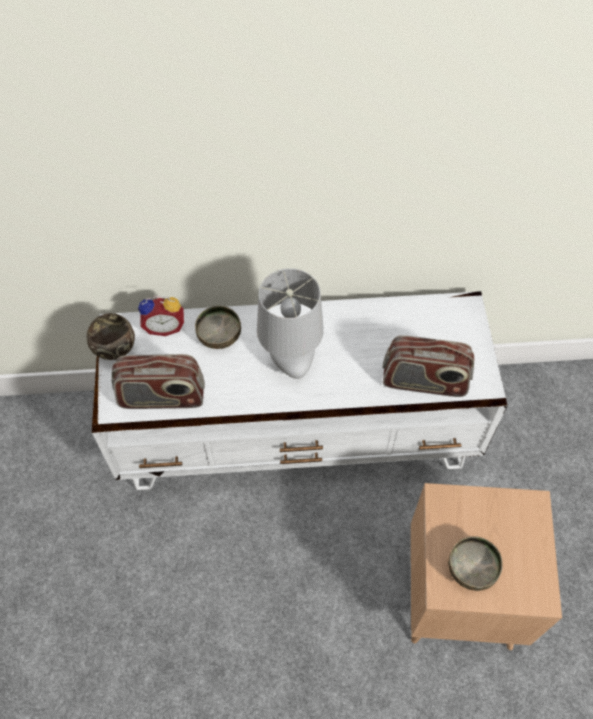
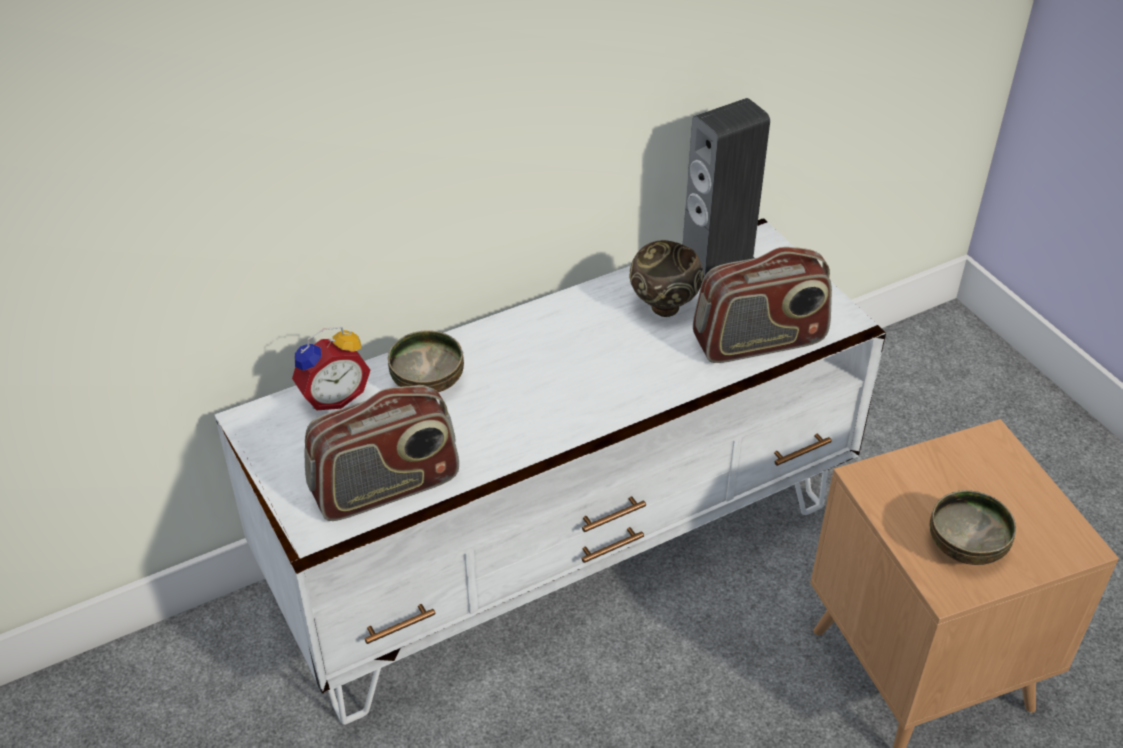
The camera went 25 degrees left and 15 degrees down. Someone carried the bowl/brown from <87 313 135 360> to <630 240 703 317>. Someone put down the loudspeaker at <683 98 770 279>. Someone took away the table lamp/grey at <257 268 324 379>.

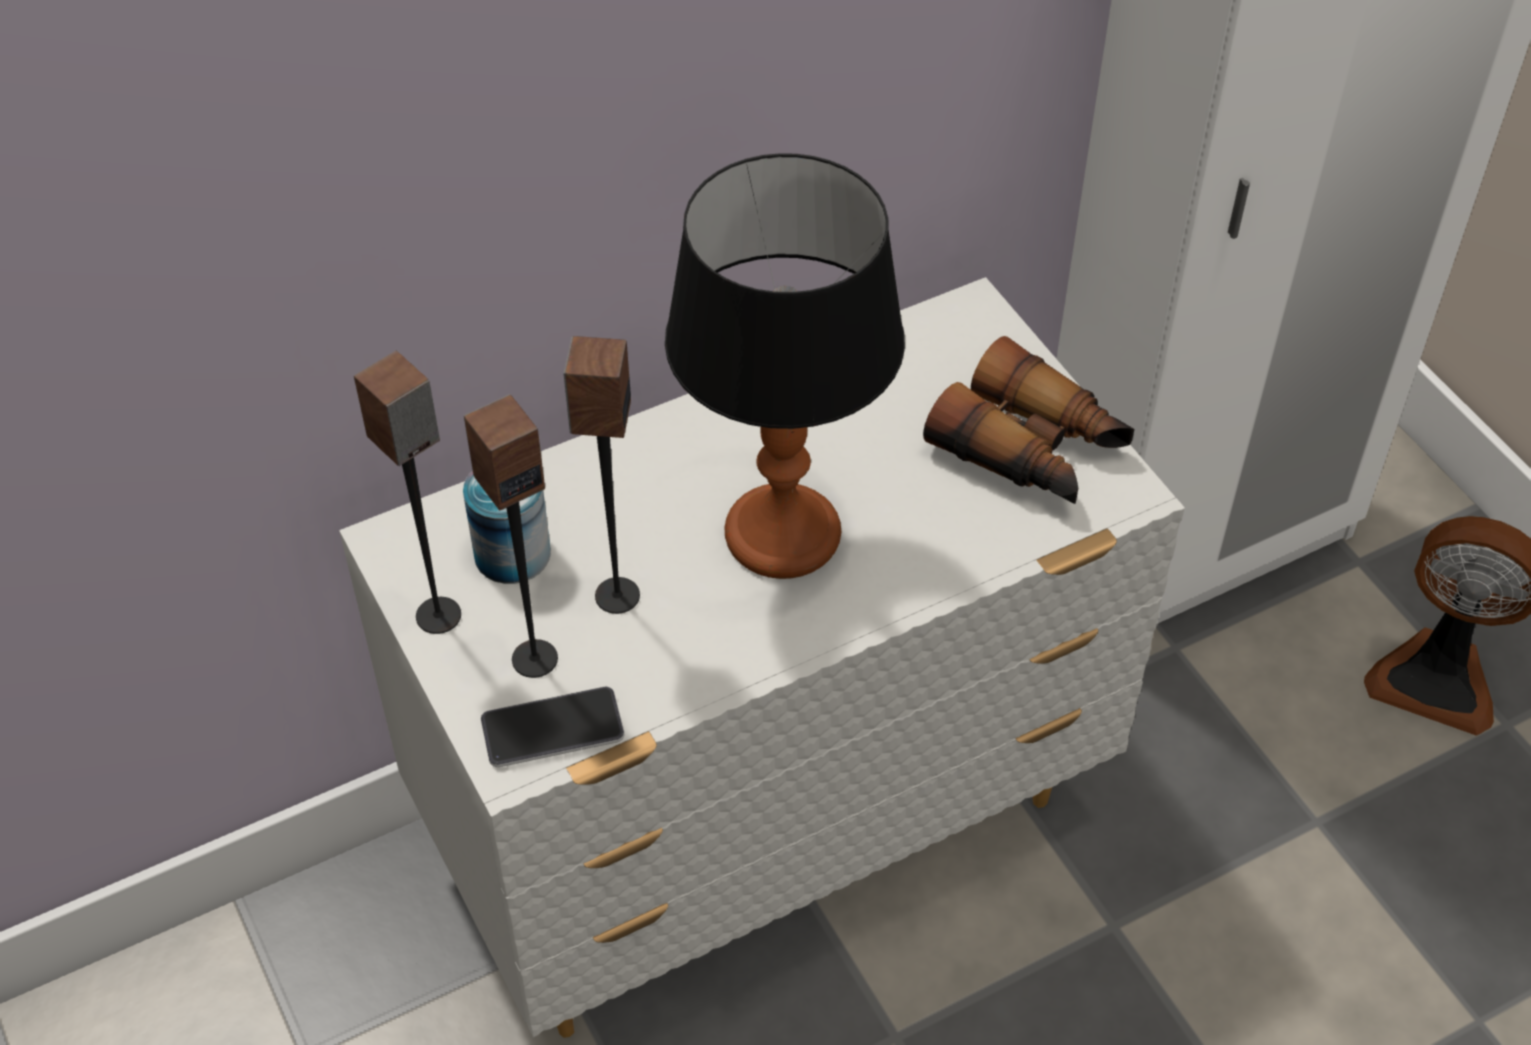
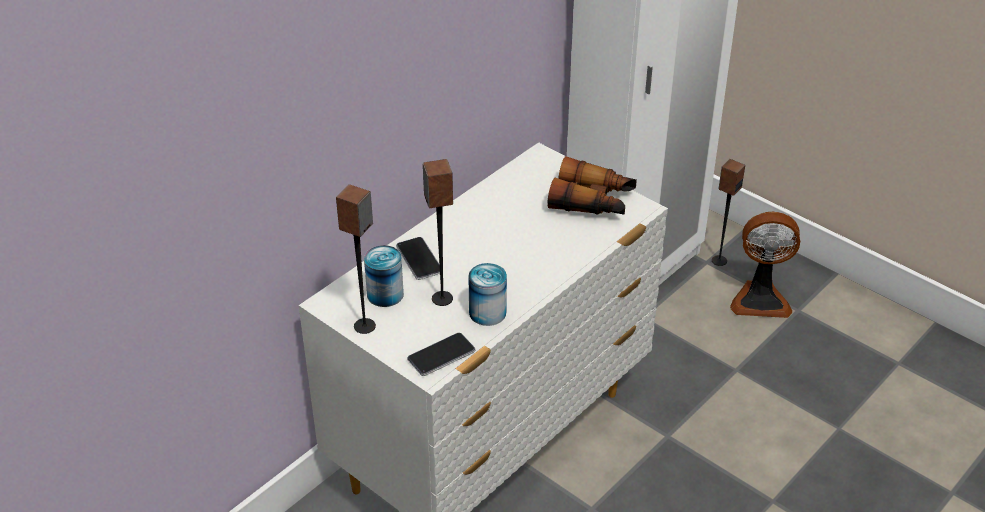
The camera went 20 degrees left and 10 degrees down. Someone put down the phone at <396 237 440 280>. Someone put down the sealed can at <468 263 507 326>. Someone carried the loudspeaker from <464 394 558 678> to <712 159 745 266>. Someone took away the table lamp at <665 153 905 579>.

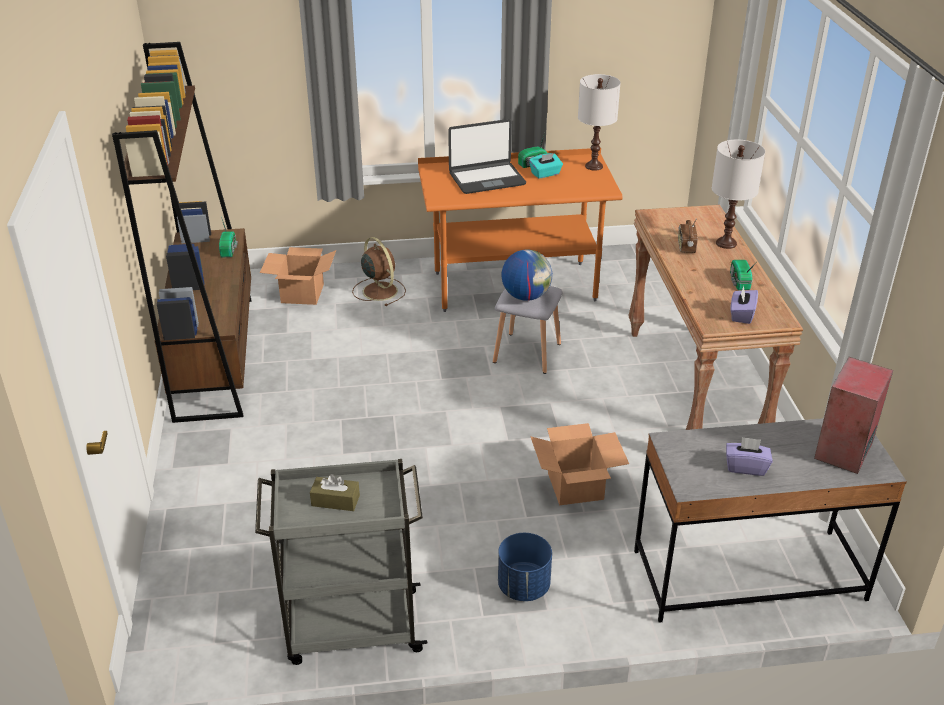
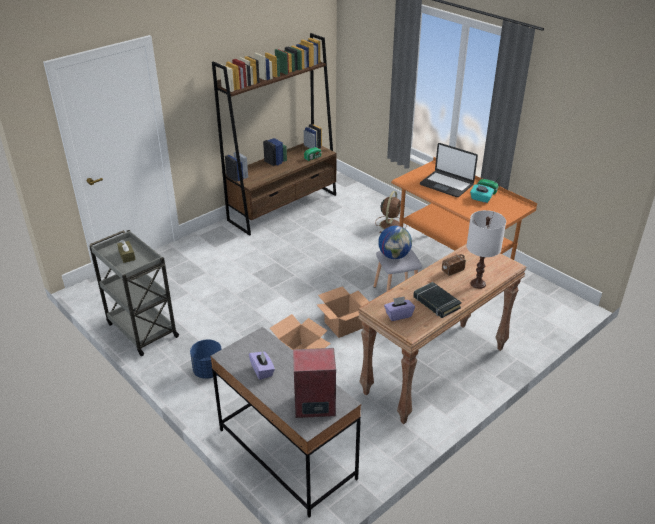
The camera went 55 degrees right and 0 degrees up. Someone carried the cardboard box from <260 247 336 305> to <317 286 369 338>. Someone swapped the radio receiver at <730 260 756 290> for the bound book/black at <413 282 462 318>. Someone took away the table lamp/white at <578 74 621 170>.

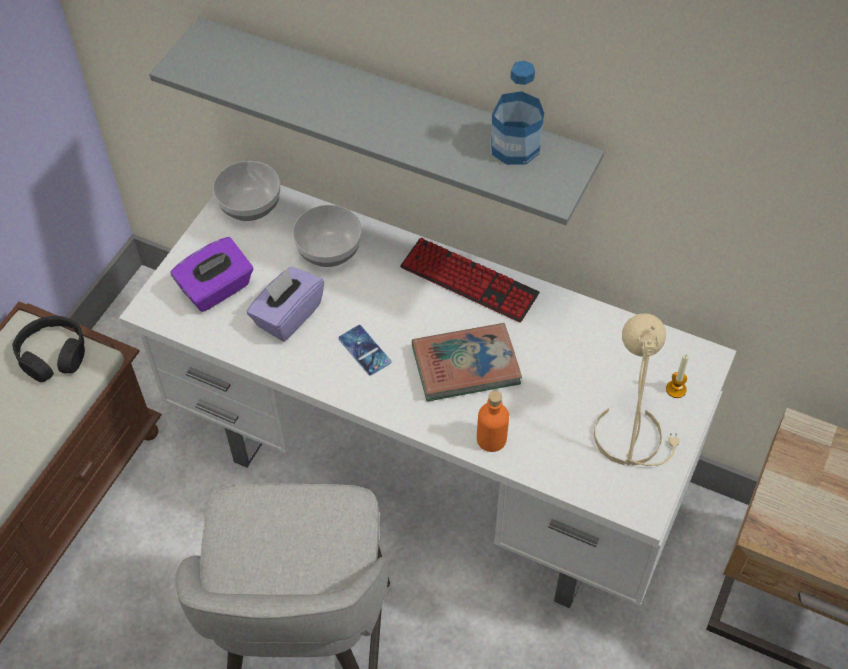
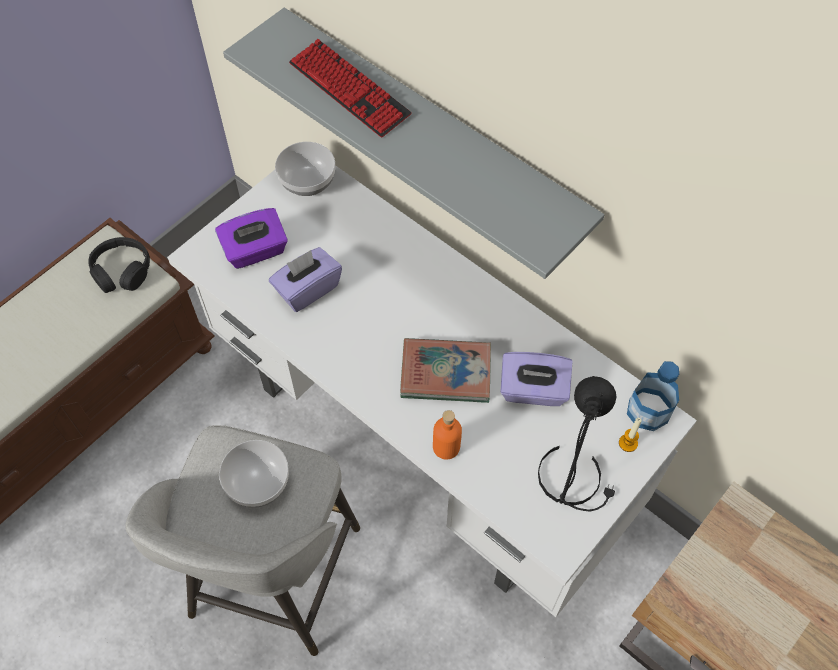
The camera went 15 degrees right and 5 degrees up. Someone carried the bowl from <293 205 362 267> to <219 440 289 508>. Someone carried the keyboard from <400 238 540 323> to <289 39 412 137>. Someone put down the tissue box/purple-coloured at <500 352 572 406>. Someone repainted the table lamp/sand-coloured at <594 313 680 466>, which became the table lamp/black at <538 376 616 512>. Someone carried the beverage bottle from <491 61 544 165> to <627 361 679 431>. Someone took away the phone at <338 325 391 376>.

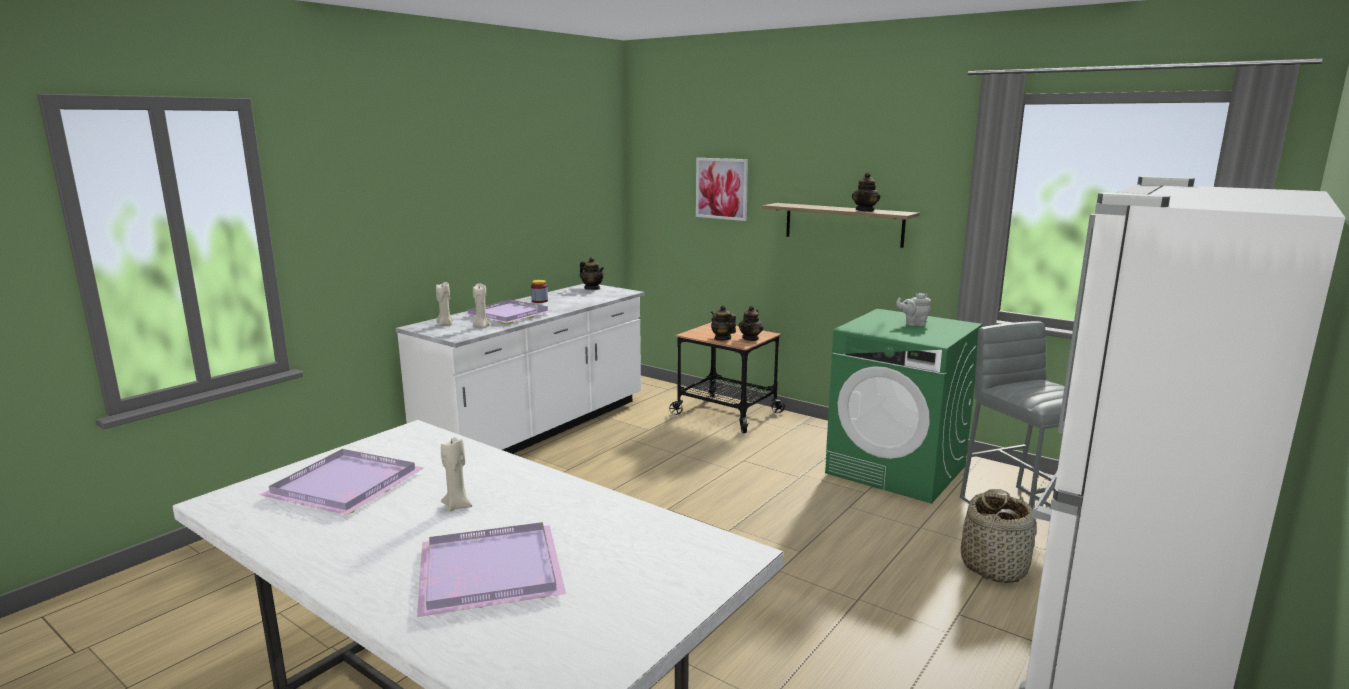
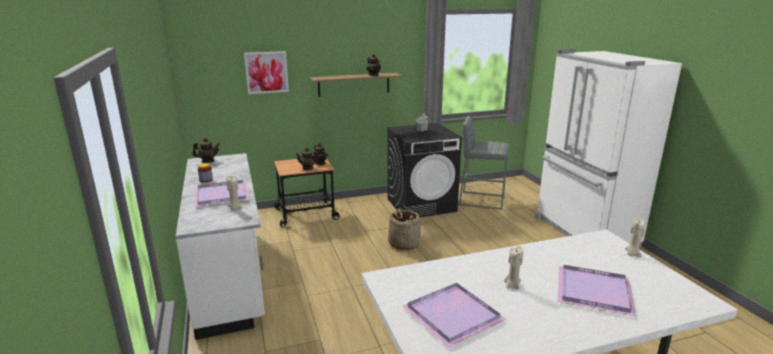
The camera went 55 degrees left and 5 degrees up. Someone repainted the laundry machine/green at <825 309 983 504>, which became the laundry machine/black at <387 123 462 217>. Someone carried the household basket from <961 489 1036 583> to <388 208 421 250>. Someone carried the wax candle/sand-coloured from <436 282 453 326> to <625 218 646 257>.

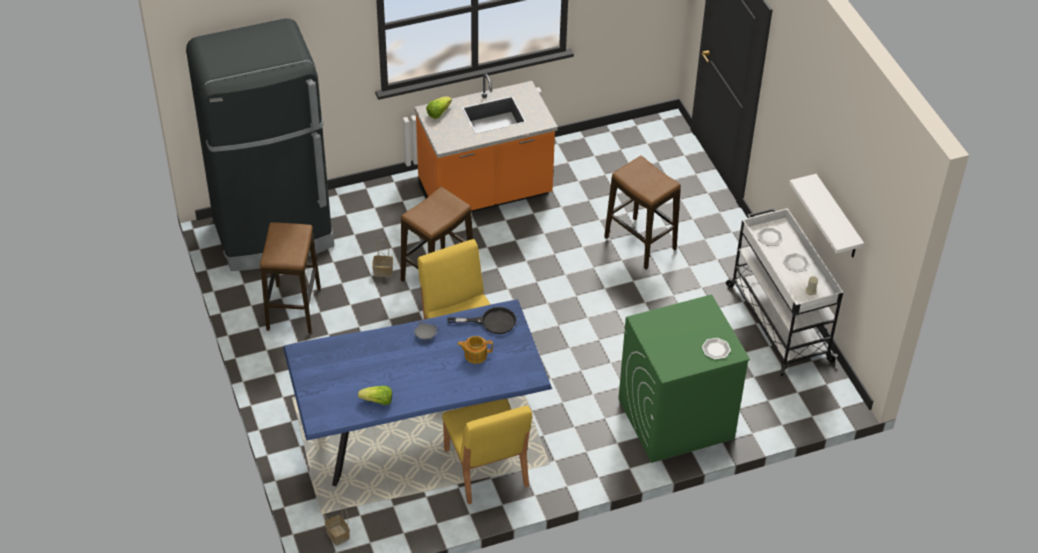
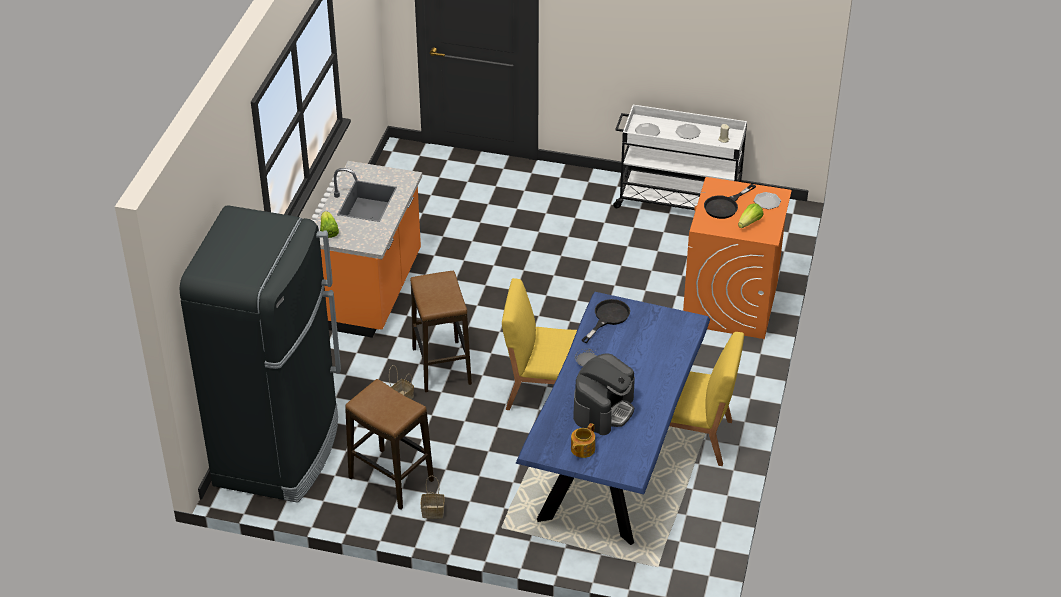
The camera went 55 degrees left and 5 degrees down. Someone carried the household basket from <324 505 350 546> to <421 476 444 519>. Someone carried the tea pot from <457 336 493 364> to <571 423 595 458>. Someone put down the coffee machine at <573 354 635 435>. Someone repainted the laundry machine/green at <619 294 750 463>, which became the laundry machine/orange at <683 177 792 339>. Someone put down the skillet/black at <704 184 756 219>. Someone carried the lettuce head from <358 386 392 405> to <738 203 764 228>. Someone took away the stool seat at <604 156 681 269>. Someone took away the shelf/white at <789 174 864 257>.

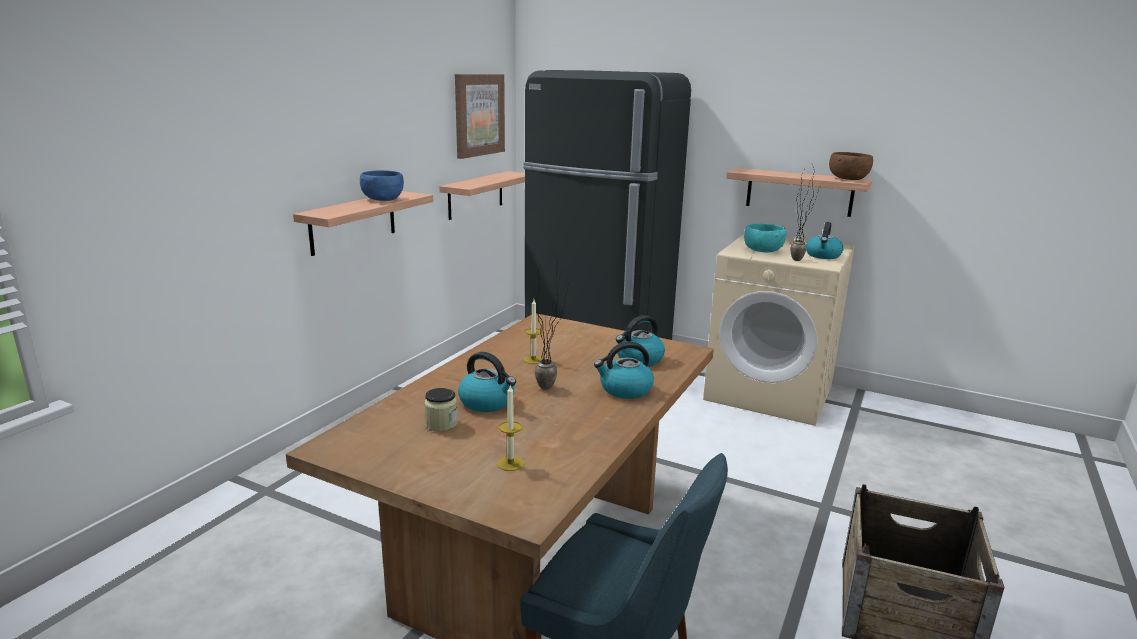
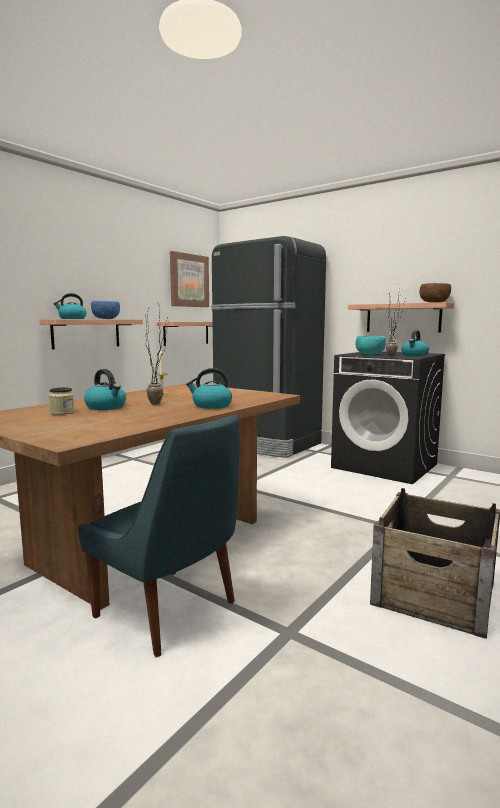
The camera went 10 degrees right and 10 degrees down. Someone carried the kettle from <616 315 665 366> to <54 293 86 319>. Someone repainted the laundry machine/sand-coloured at <703 234 855 426>, which became the laundry machine/black at <331 352 445 484>. Someone took away the wax candle at <497 384 524 471>.

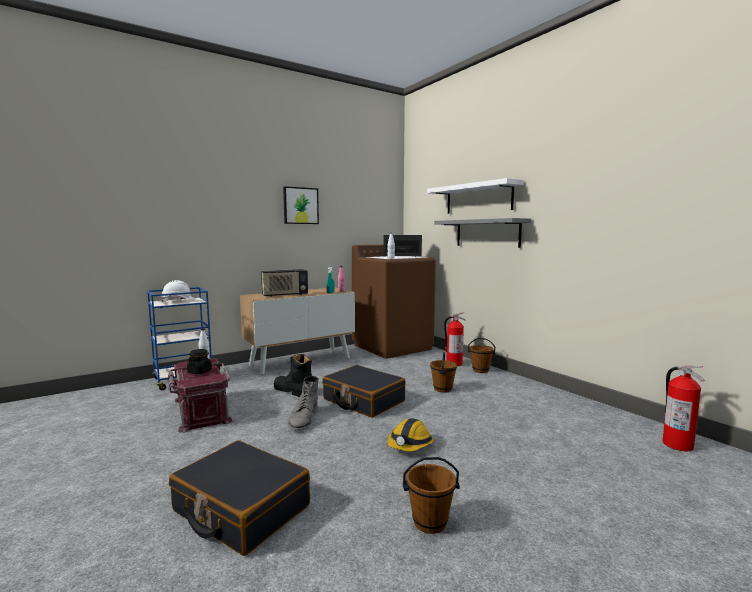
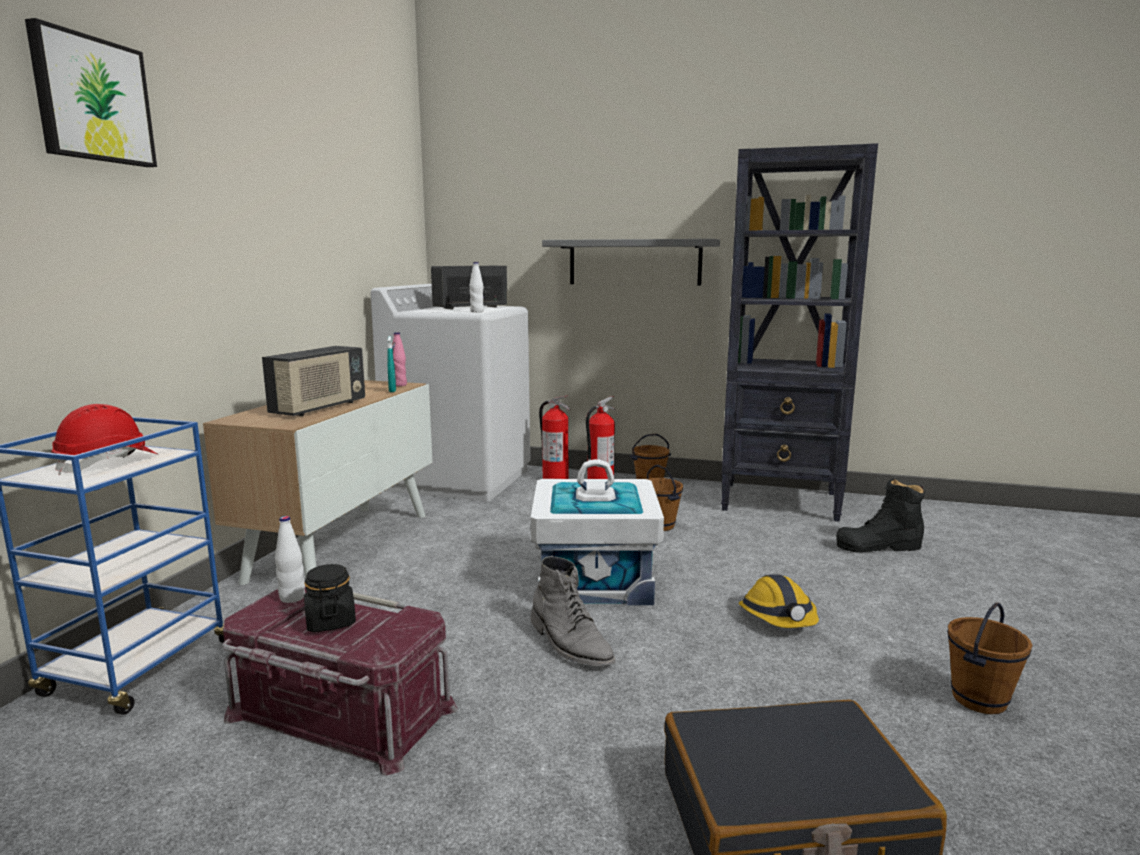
The camera went 40 degrees left and 5 degrees up. Someone carried the wall art from <283 186 319 224> to <25 18 157 167>. Someone repainted the work helmet/white at <162 280 196 302>, which became the work helmet/red at <51 404 158 475>. Someone repainted the laundry machine/brown at <352 245 436 359>, which became the laundry machine/white at <370 284 530 502>. Someone swapped the suitcase/black at <322 365 406 418> for the storage box/white at <531 459 664 605>. Someone carried the fire-fighting cylinder from <662 366 705 451> to <539 396 570 479>. Someone put down the shelving unit/black at <721 143 878 522>. Someone carried the tall boot/black from <274 354 312 397> to <836 478 925 552>. Someone took away the shelf/white at <427 178 524 214>.

